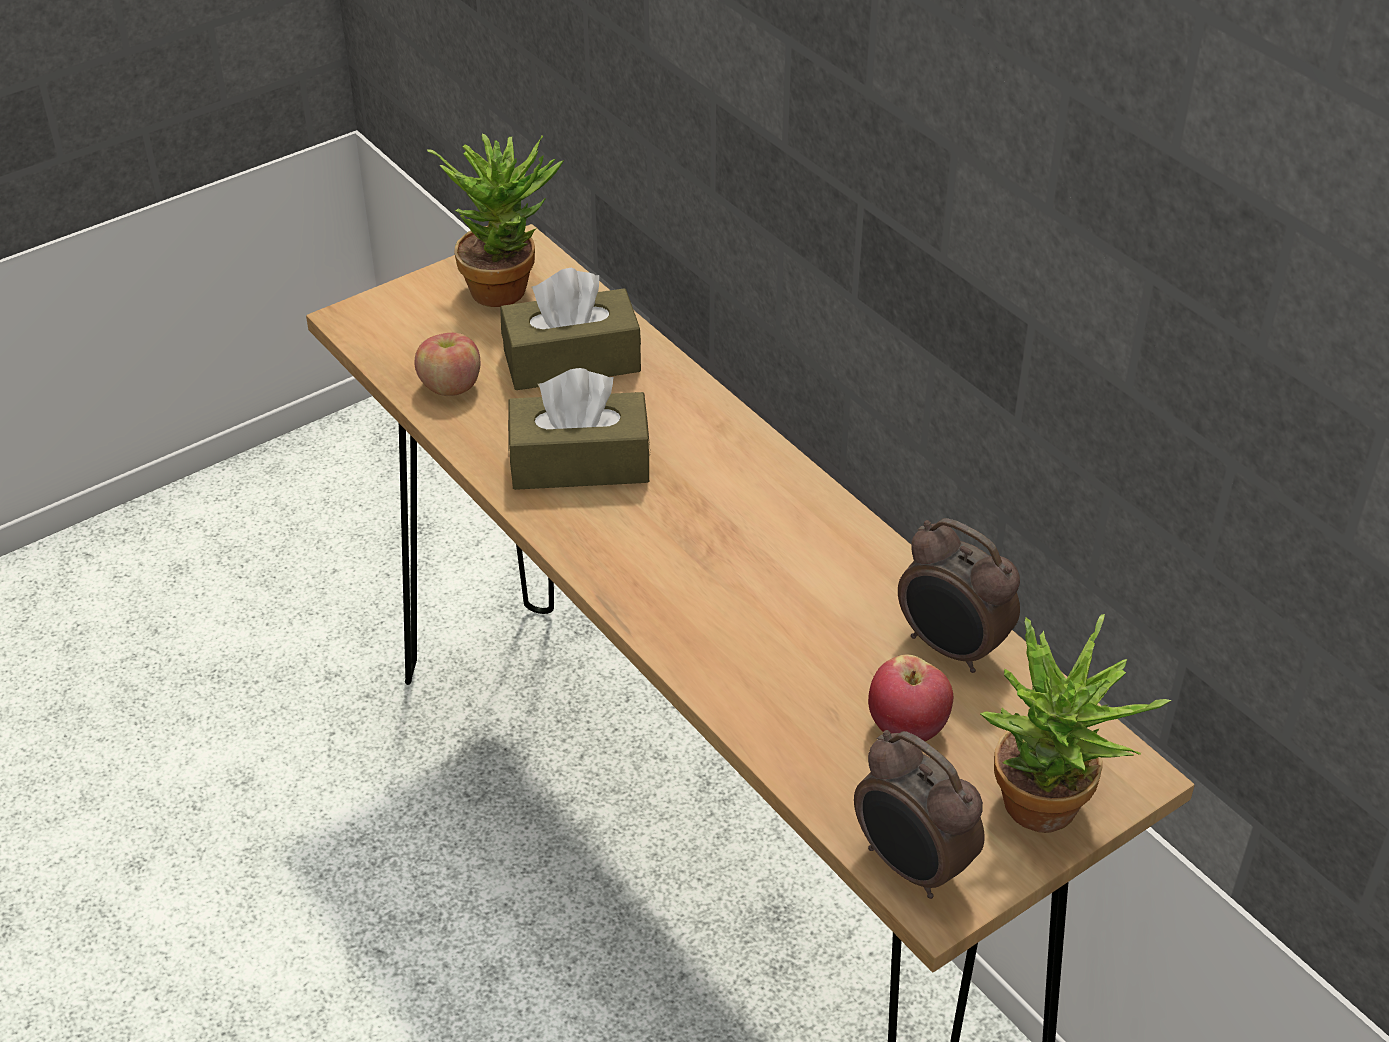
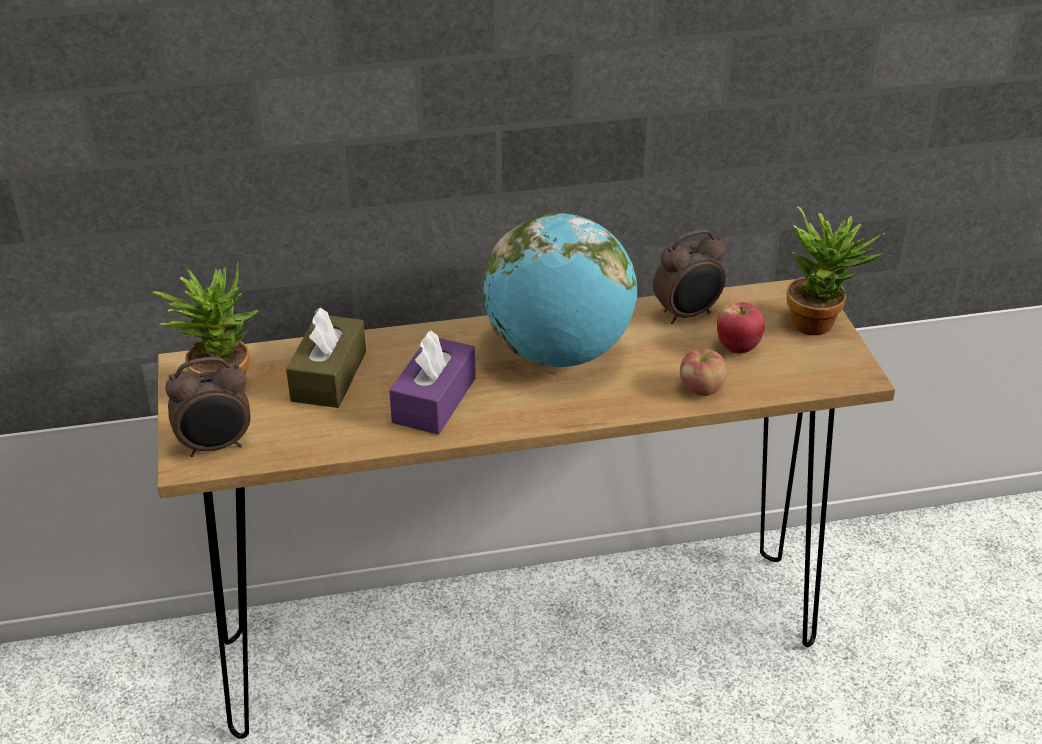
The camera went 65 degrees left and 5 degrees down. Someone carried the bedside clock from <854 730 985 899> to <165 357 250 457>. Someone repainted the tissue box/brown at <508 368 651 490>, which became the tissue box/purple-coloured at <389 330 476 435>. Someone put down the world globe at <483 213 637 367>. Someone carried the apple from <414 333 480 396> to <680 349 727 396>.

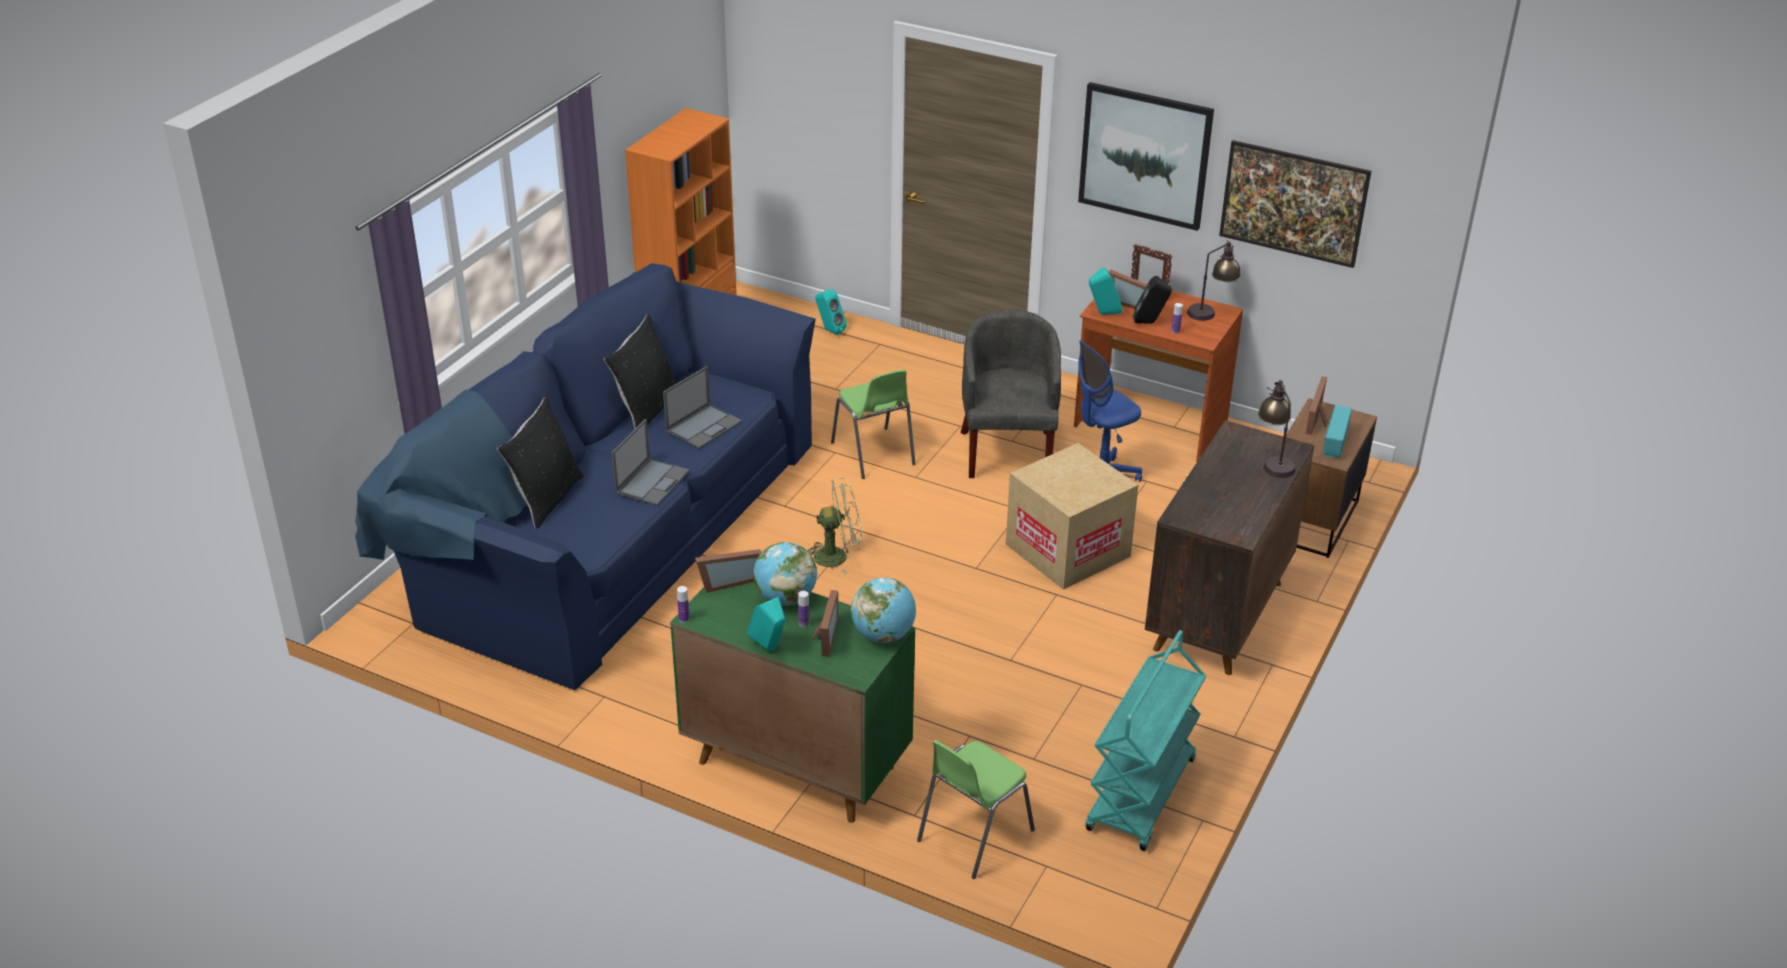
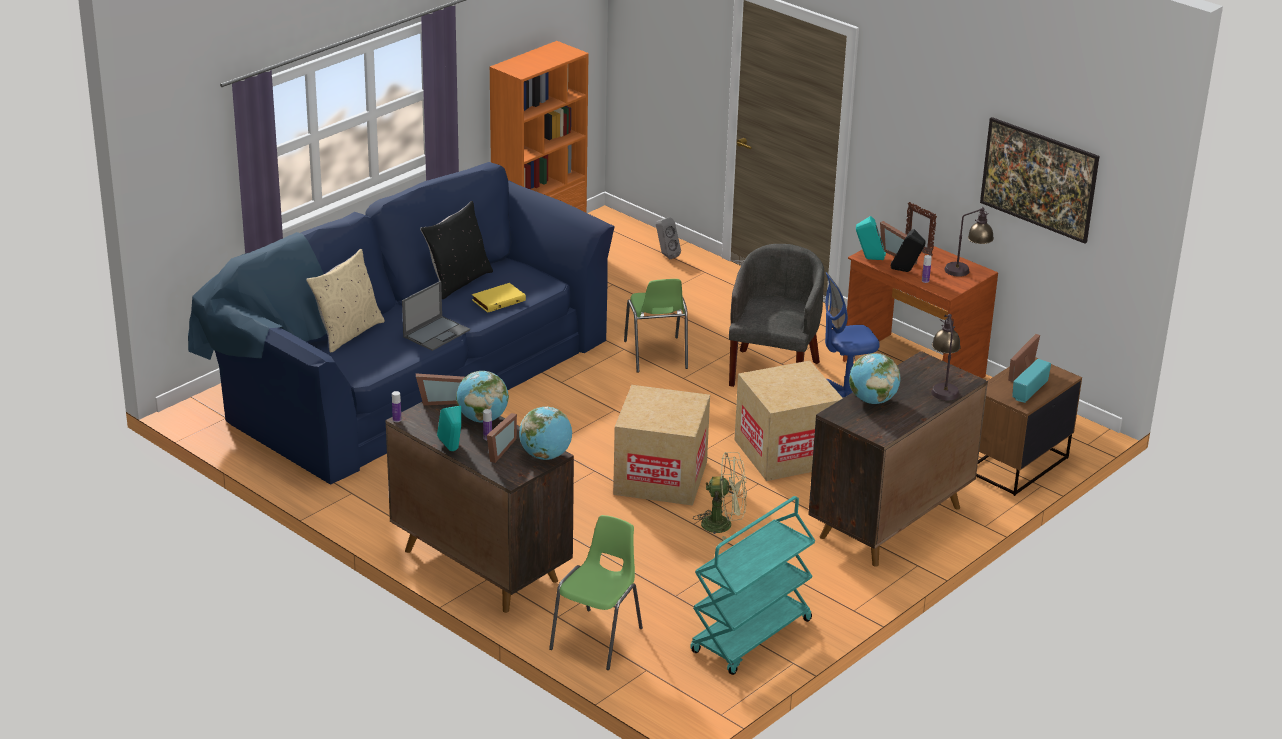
The camera went 15 degrees right and 5 degrees down. Someone repainted the cushion/black at <497 397 583 528>, which became the cushion/sand-coloured at <306 249 385 352>. Someone repainted the cabinet/green at <670 582 915 823>, which became the cabinet/brown at <386 402 574 613>. Someone swapped the notebook computer at <663 366 742 449> for the bound book/yellowish at <472 283 526 313>. Someone rotated the upright chair/green at <917 740 1035 879> by 150 degrees clockwise. Someone put down the cardboard box at <613 385 710 506>. Someone repainted the loudspeaker/turquoise-coloured at <815 289 847 335>, which became the loudspeaker/grey at <656 217 681 259>. Someone carried the electric fan/green from <807 478 862 574> to <694 452 747 541>. Someone put down the world globe at <849 353 900 404>. Someone took away the wall art at <1078 82 1214 231>.

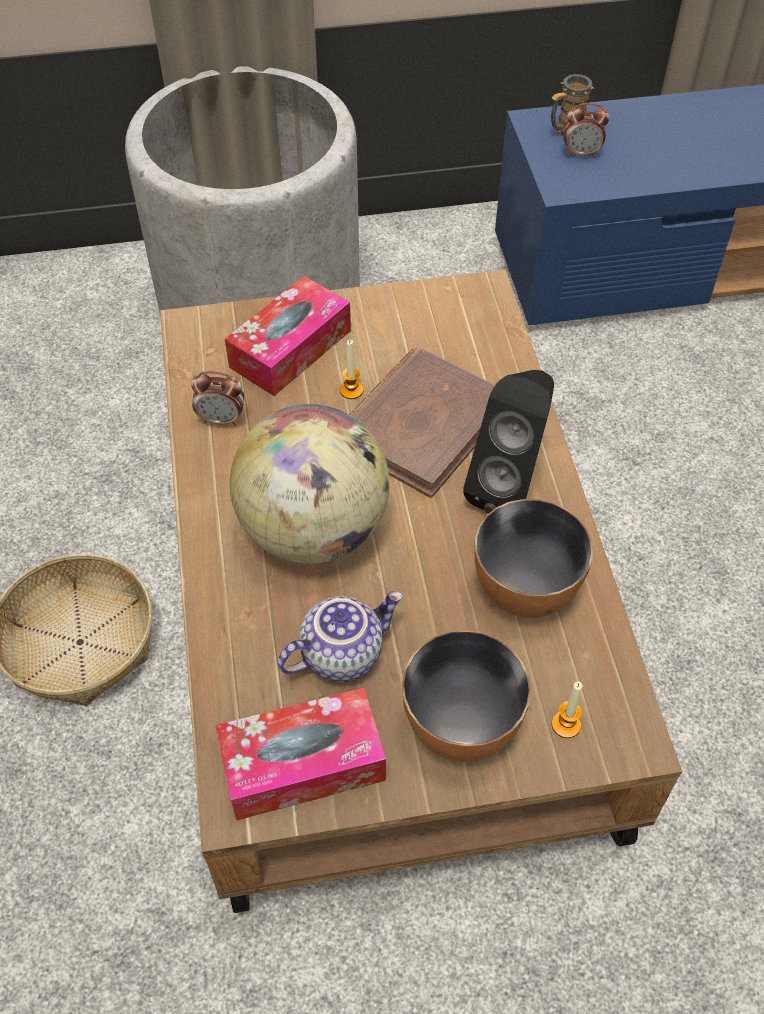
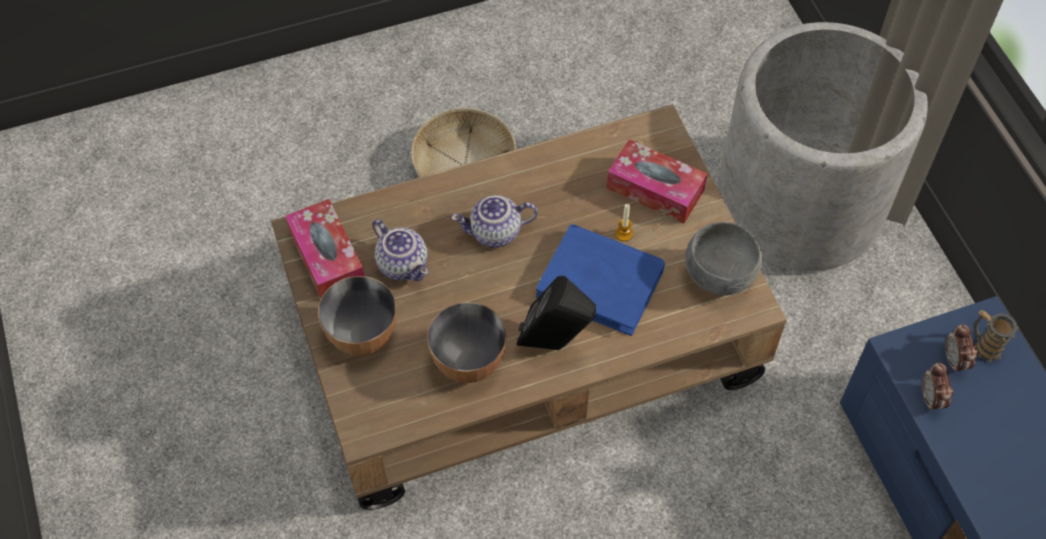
The camera went 80 degrees right and 5 degrees up. Someone swapped the world globe at <230 404 389 564> for the tea pot at <451 195 538 248>. Someone repainted the bound book/brown at <349 348 495 498>, which became the bound book/bluish at <536 224 665 336>. Someone put down the bowl/grey at <686 222 762 295>. Someone carried the bedside clock from <191 371 245 426> to <922 362 953 410>. Someone took away the wax candle at <552 681 582 738>.

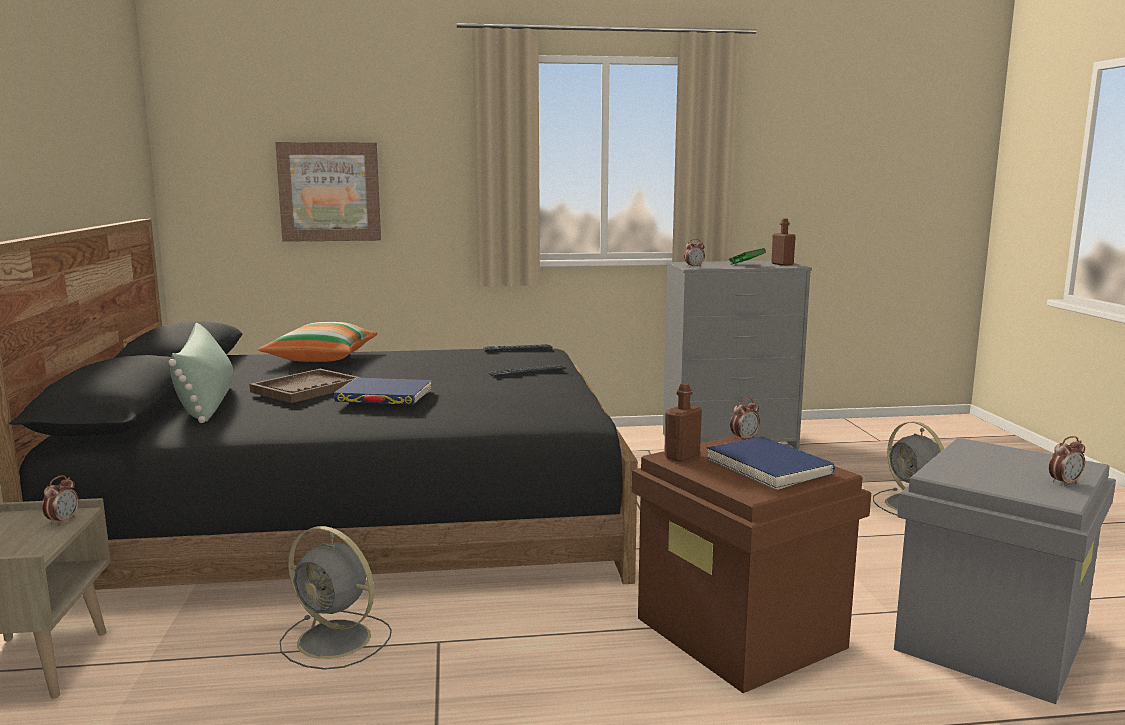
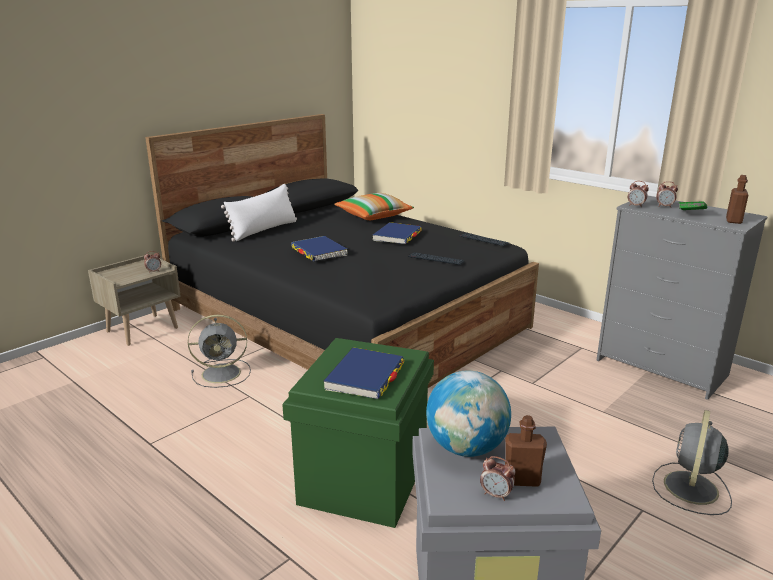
The camera went 50 degrees right and 10 degrees up. Someone rotated the electric fan/grey at <280 526 392 670> by 90 degrees counterclockwise. Someone repainted the cushion/green at <169 323 233 423>, which became the cushion/white at <221 184 297 242>. Someone repainted the storage box/brown at <632 436 871 693>, which became the storage box/green at <282 338 434 528>. Someone put down the bound book/bluish at <372 222 422 244>. Someone put down the world globe at <426 370 511 457>. Someone carried the beverage bottle/brown from <664 383 702 462> to <505 415 547 487>. Someone carried the bedside clock from <730 398 760 441> to <656 181 678 208>. Someone took away the tray/brown at <249 369 362 403>. Someone took away the wall art at <275 142 381 242>.

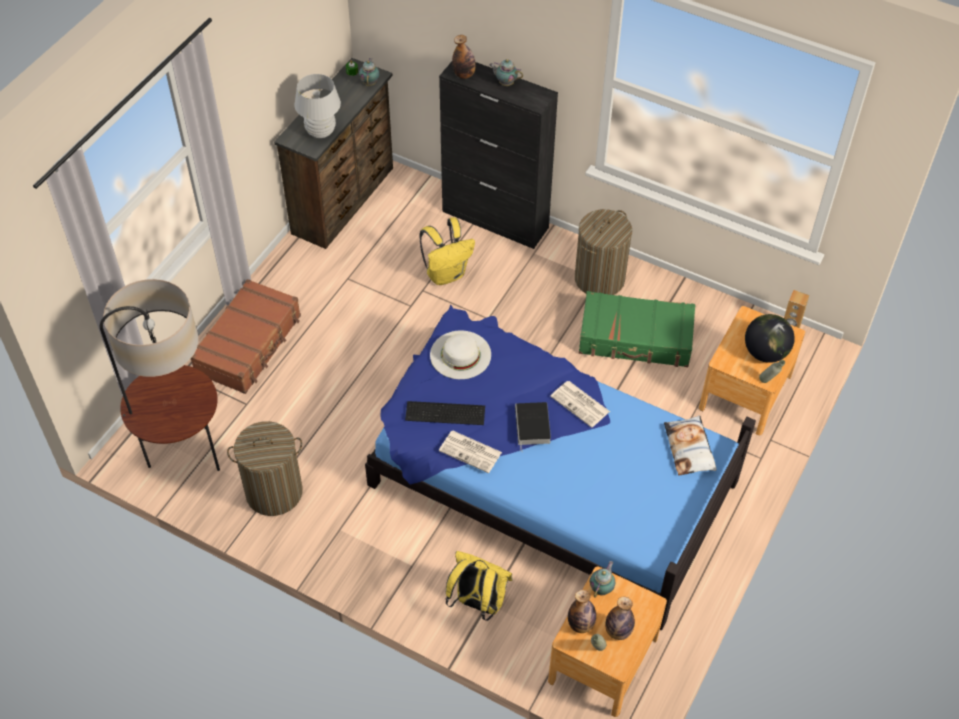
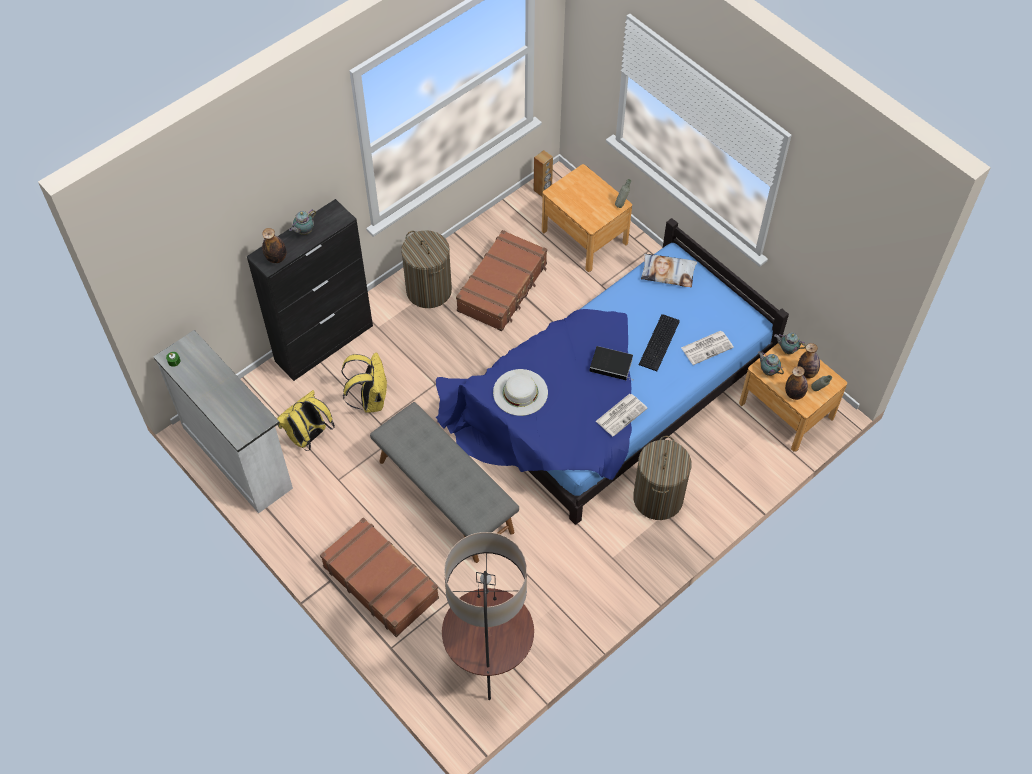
The camera went 70 degrees left and 5 degrees up. Someone repainted the chest of drawers/brown at <274 58 393 249>, which became the chest of drawers/white at <154 330 293 513>. Someone carried the backpack/yellowish from <445 551 513 621> to <277 390 335 451>. Someone put down the long seat/grey at <370 402 519 563>. Someone repainted the suitcase/green at <579 291 695 367>, which became the suitcase/brown at <456 230 547 331>. Someone carried the laundry basket from <227 421 303 516> to <633 436 692 520>. Someone carried the keyboard from <405 401 485 425> to <639 314 680 371>. Someone carried the newspaper from <550 381 610 428> to <681 331 734 365>. Someone carried the tea pot from <359 58 380 86> to <774 332 806 354>. Someone took away the table lamp/white at <295 74 341 138>. Someone took away the world globe at <745 314 795 363>.

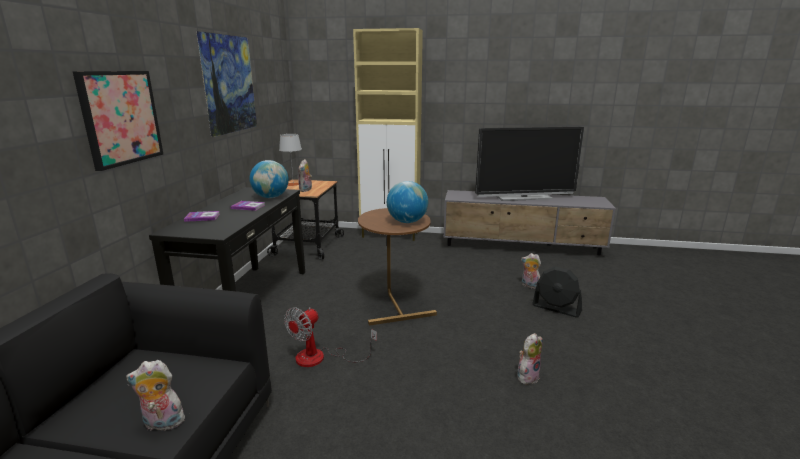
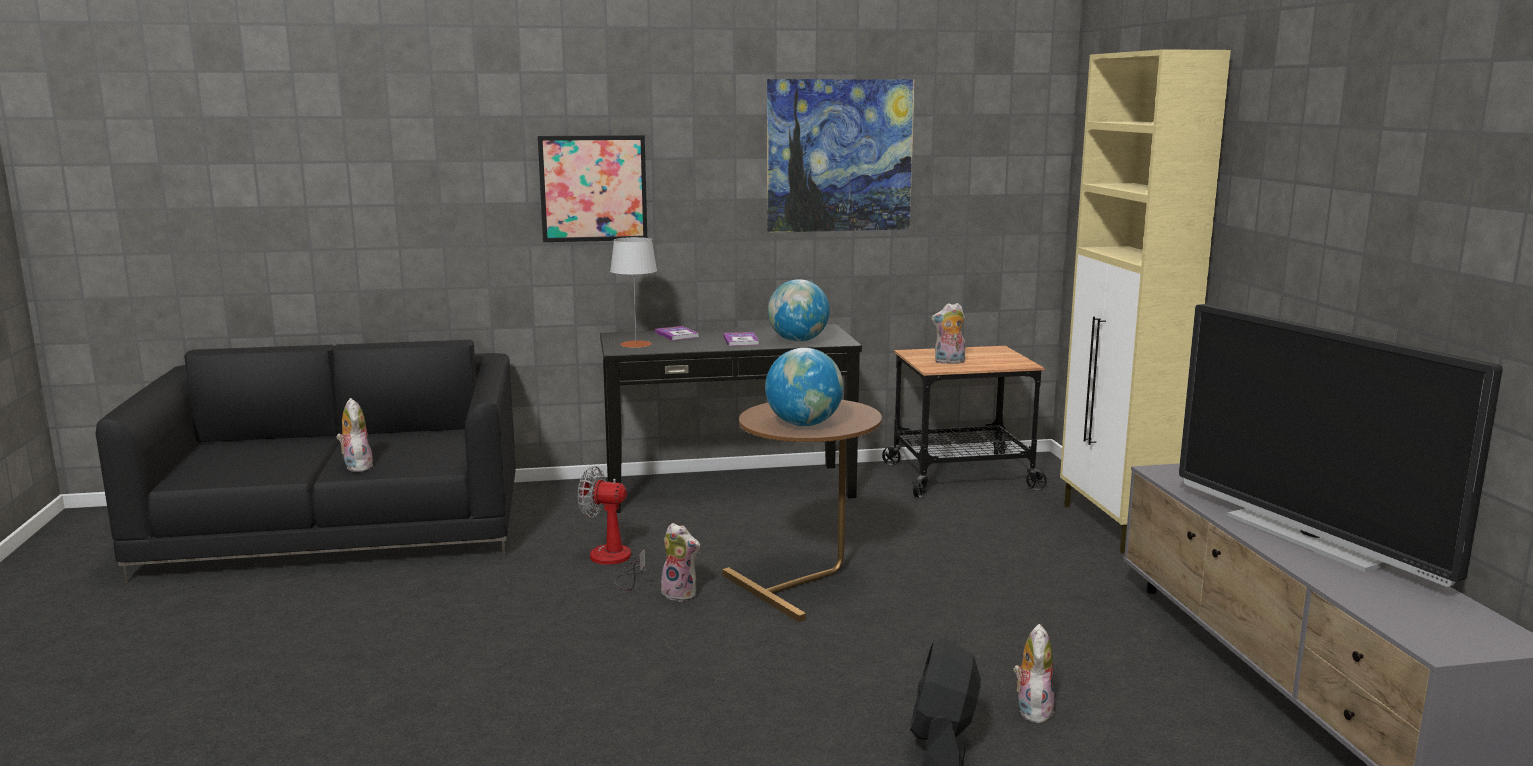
The camera went 70 degrees right and 5 degrees down. Someone carried the table lamp/grey from <279 134 302 186> to <610 237 657 348>. Someone carried the plush toy from <517 333 543 384> to <661 523 701 602>.

